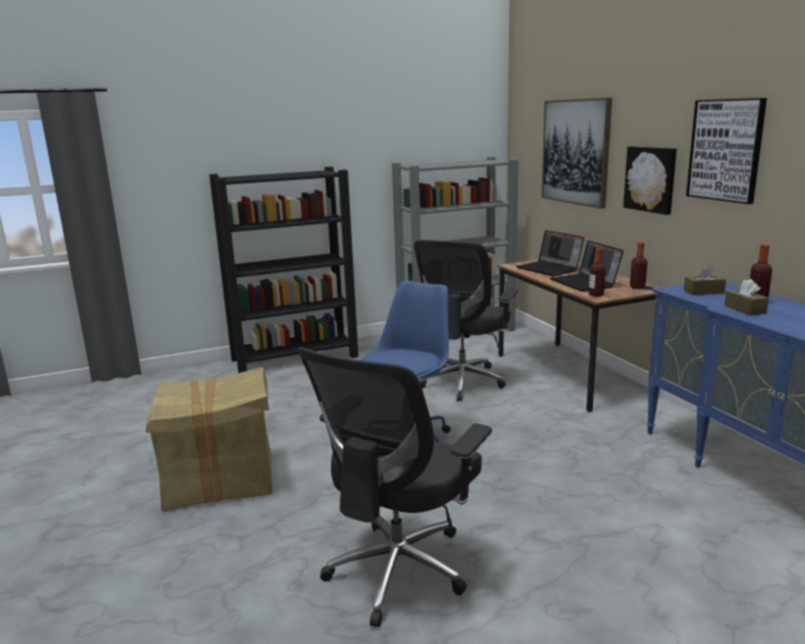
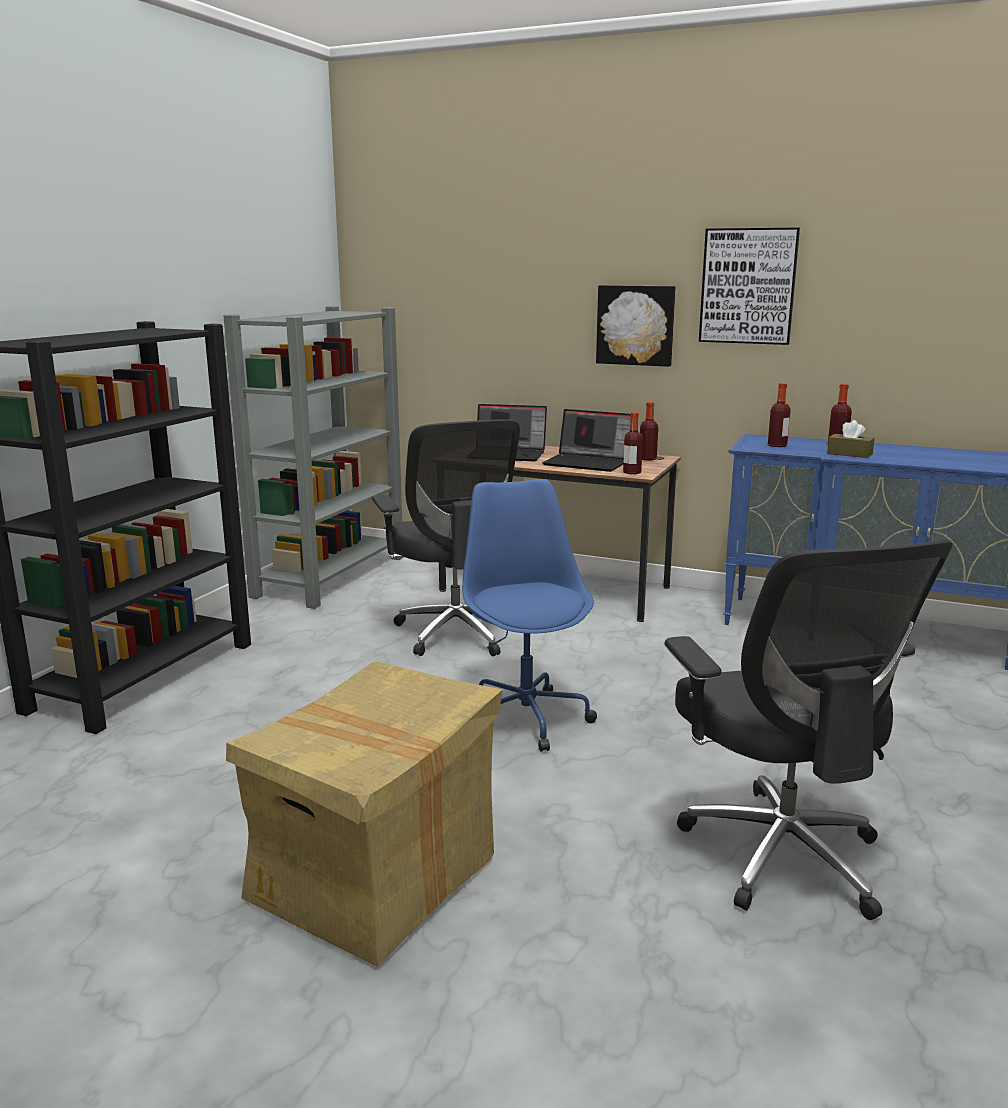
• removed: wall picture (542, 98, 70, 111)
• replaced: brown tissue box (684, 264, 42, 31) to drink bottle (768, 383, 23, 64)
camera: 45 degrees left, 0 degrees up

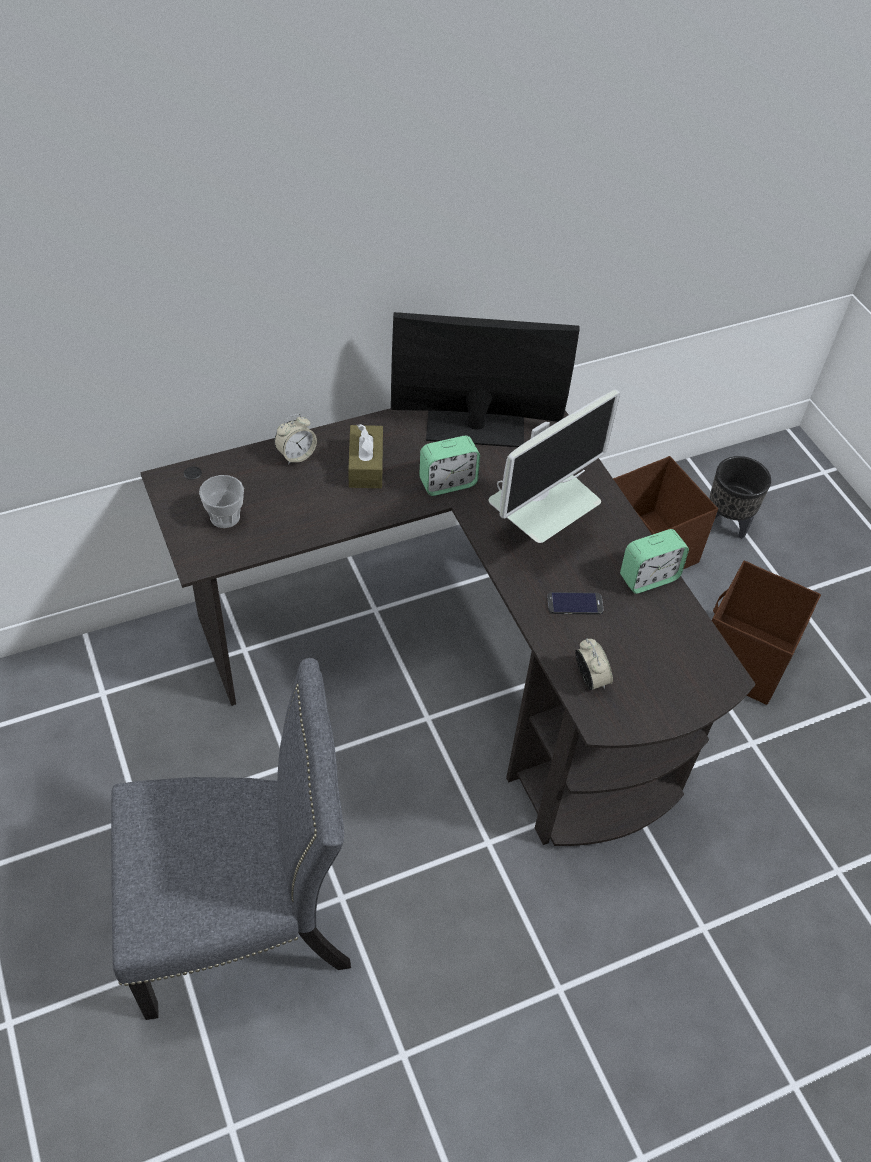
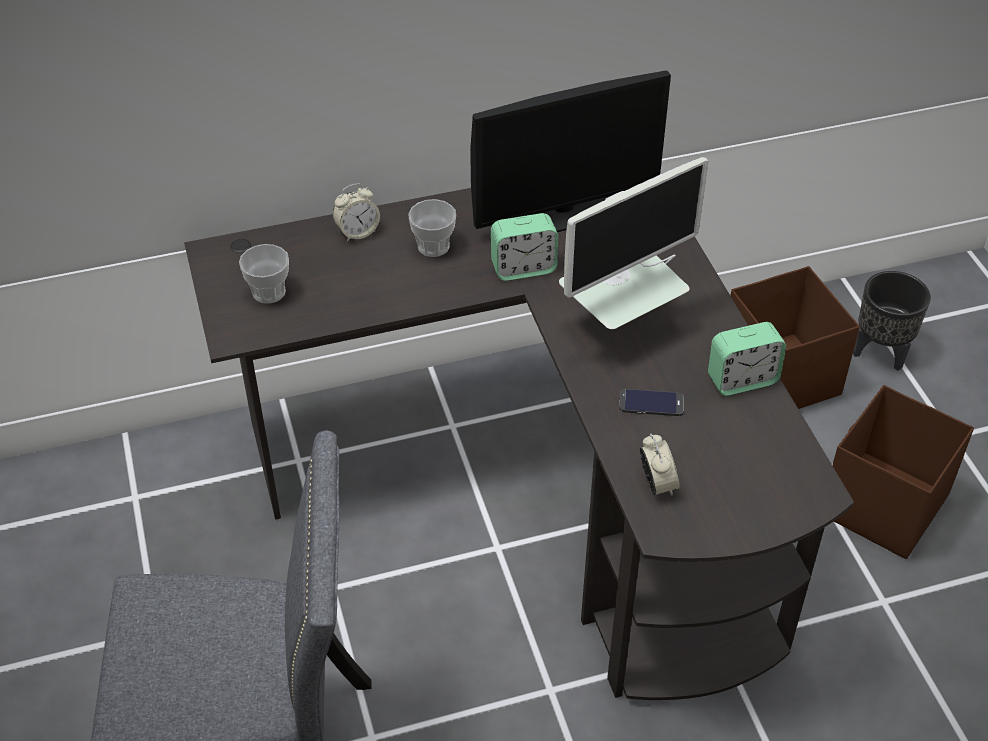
• turned: monitor (391, 312, 189, 135) = (470, 70, 201, 162) 150 degrees clockwise
• replaced: brown tissue box (349, 424, 34, 64) to cup (408, 199, 48, 58)
camera: 10 degrees right, 5 degrees down

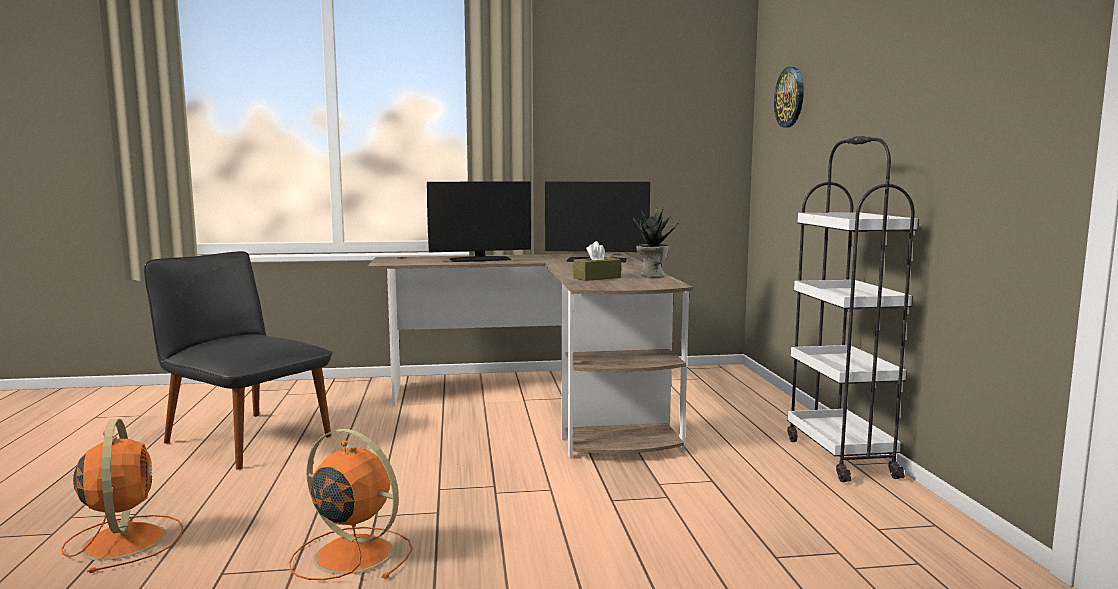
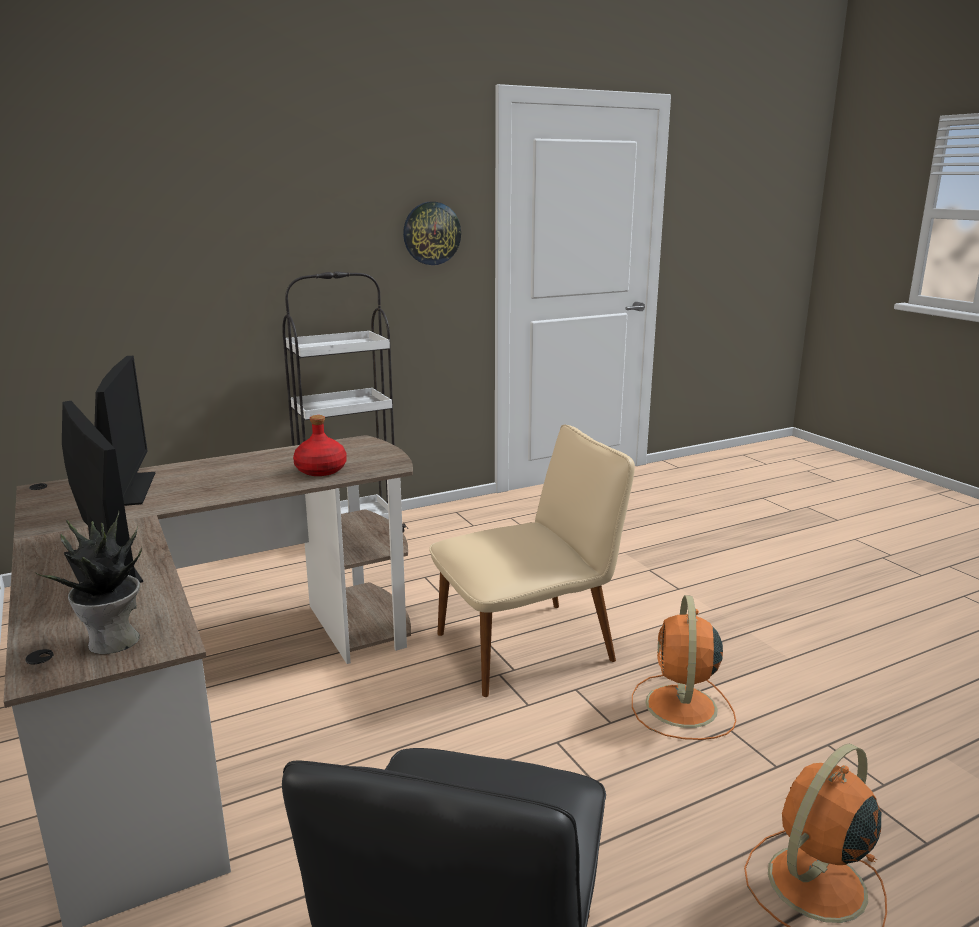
• moved: wall clock (774, 67, 30, 61) to (403, 202, 58, 63)
• moved: plant in a pot (633, 207, 46, 70) to (36, 512, 106, 142)
• replaced: brown tissue box (573, 241, 48, 40) to reddish drink bottle (293, 415, 54, 61)
• added: sand-coloured chair (429, 424, 206, 273)
camera: 110 degrees left, 10 degrees up

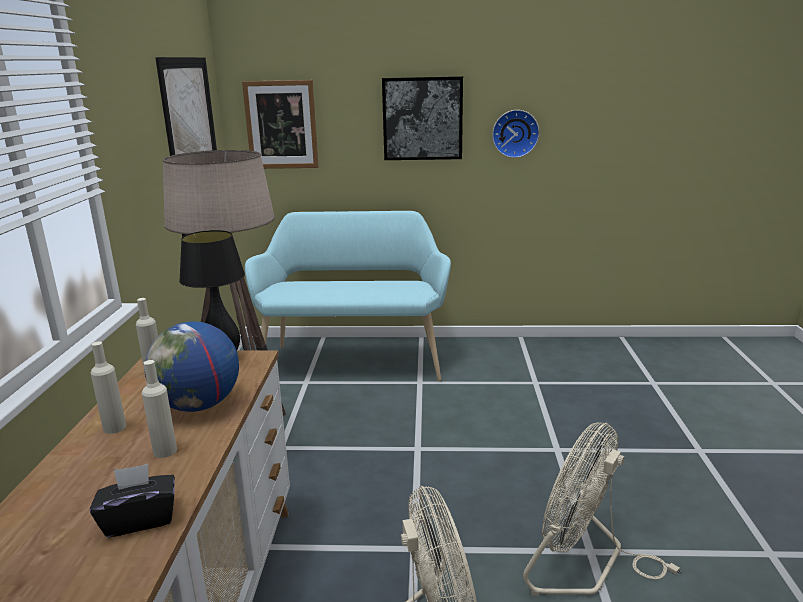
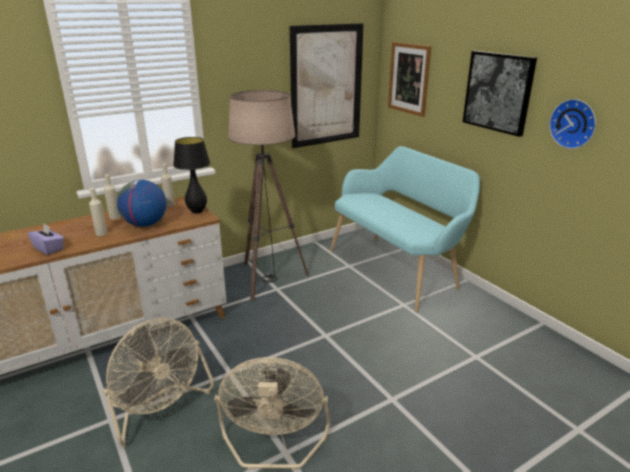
• recoloured: black-coloured tissue box (90, 464, 85, 73) to purplish tissue box (28, 224, 36, 31)
camera: 55 degrees right, 5 degrees up

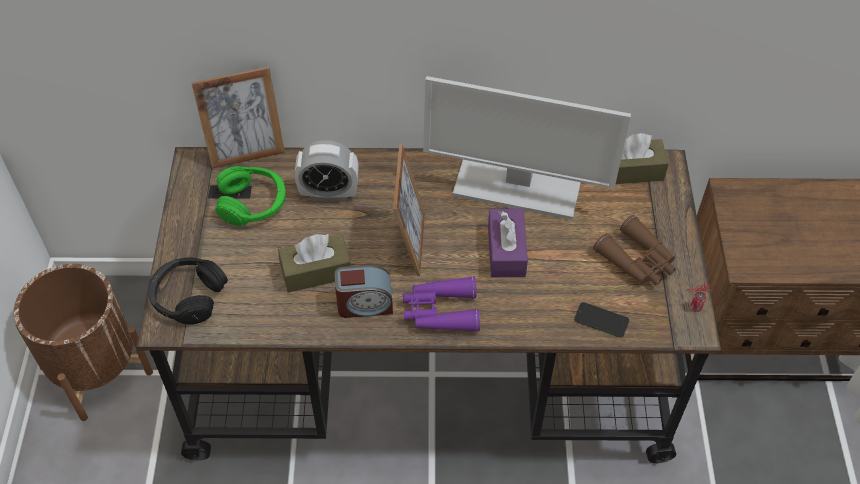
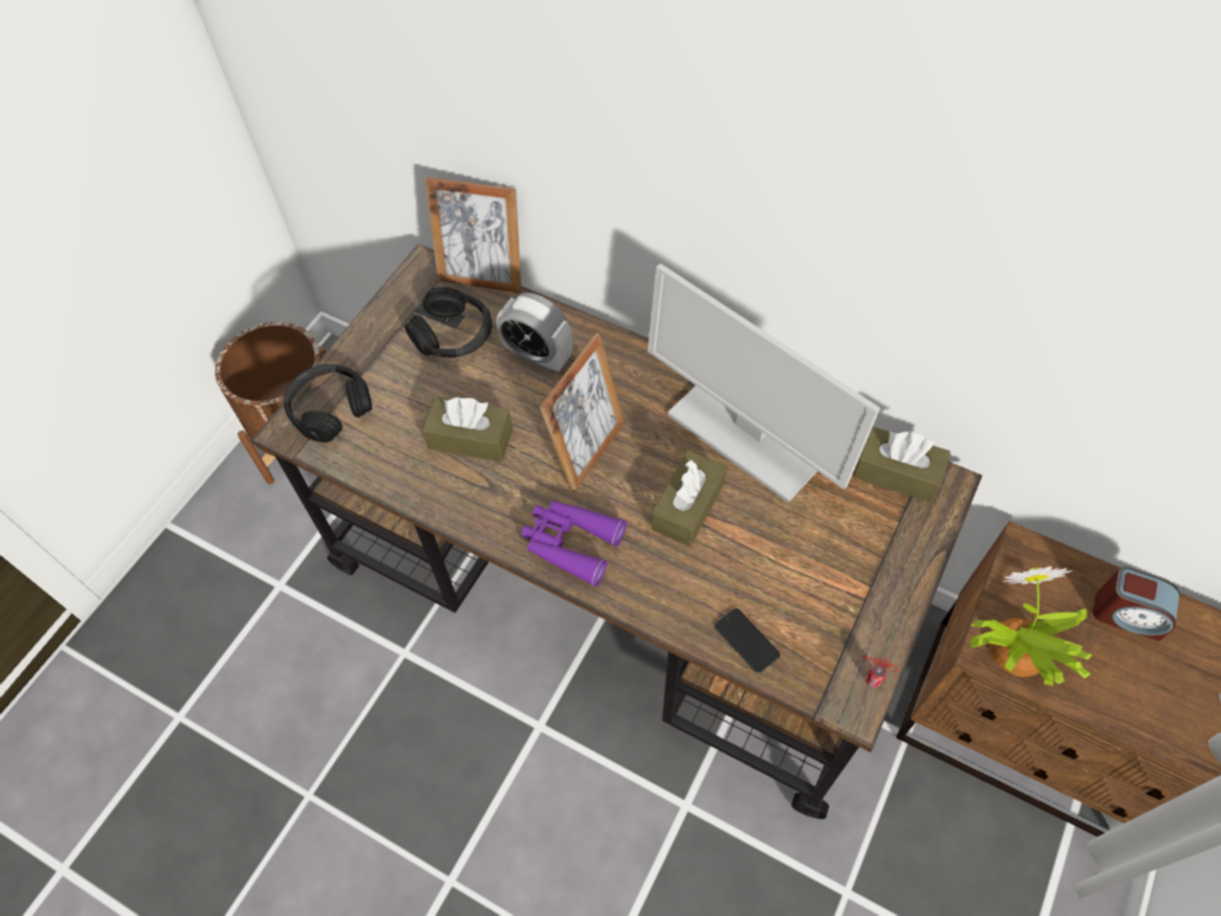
• recoloured: green-coloured headset (215, 166, 71, 60) to black-coloured headset (405, 287, 87, 71)
• recoloured: purplish tissue box (488, 209, 40, 68) to brown tissue box (651, 450, 76, 97)
• removed: brown field glasses (593, 215, 83, 70)
• moved: bedside clock (334, 265, 59, 53) to (1093, 566, 87, 75)
• added: plant in a pot (970, 566, 123, 120)
camera: 30 degrees right, 5 degrees up

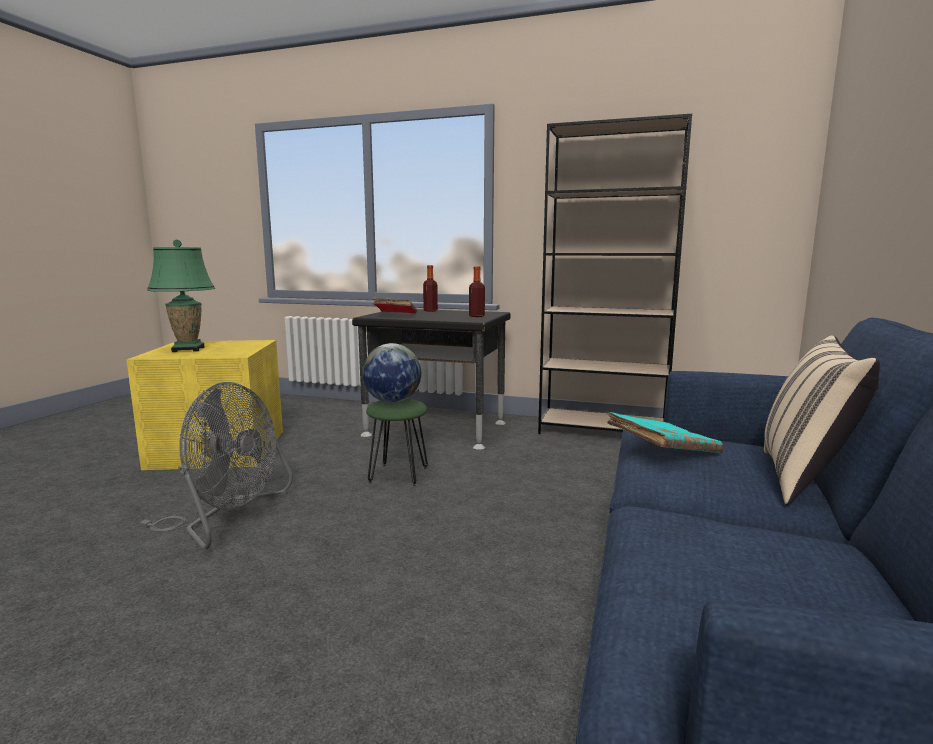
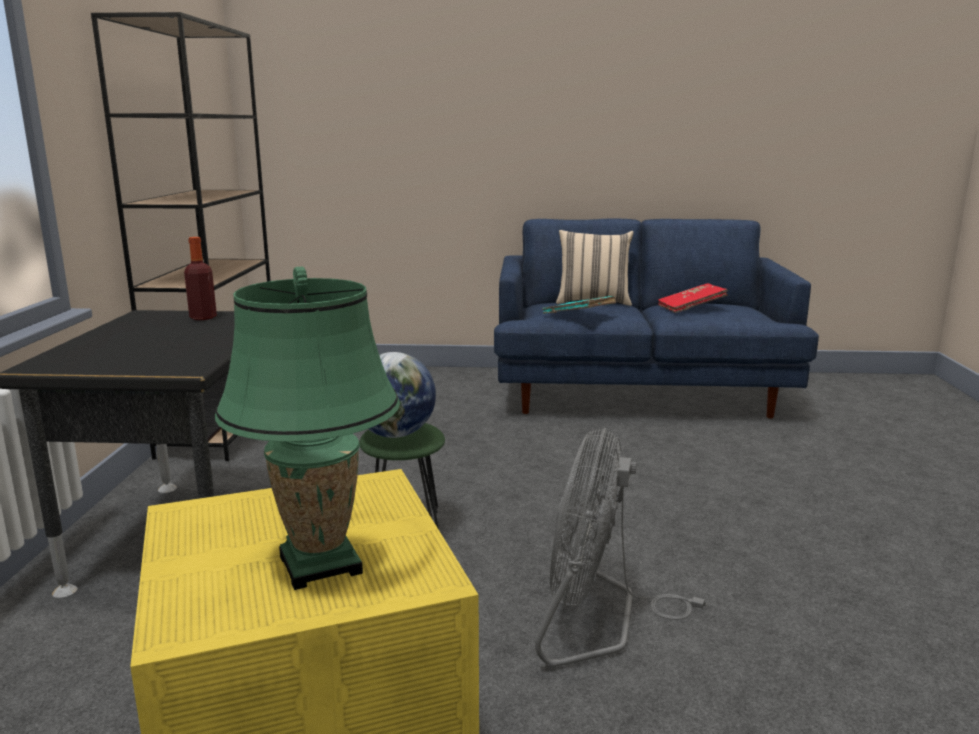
• removed: drink bottle (423, 265, 15, 47)
• moved: reddish bound book (373, 298, 44, 16) to (658, 283, 70, 30)
• turned: grey cooling fan (140, 382, 153, 172) = (535, 428, 173, 244) 75 degrees counterclockwise
camera: 105 degrees left, 5 degrees up

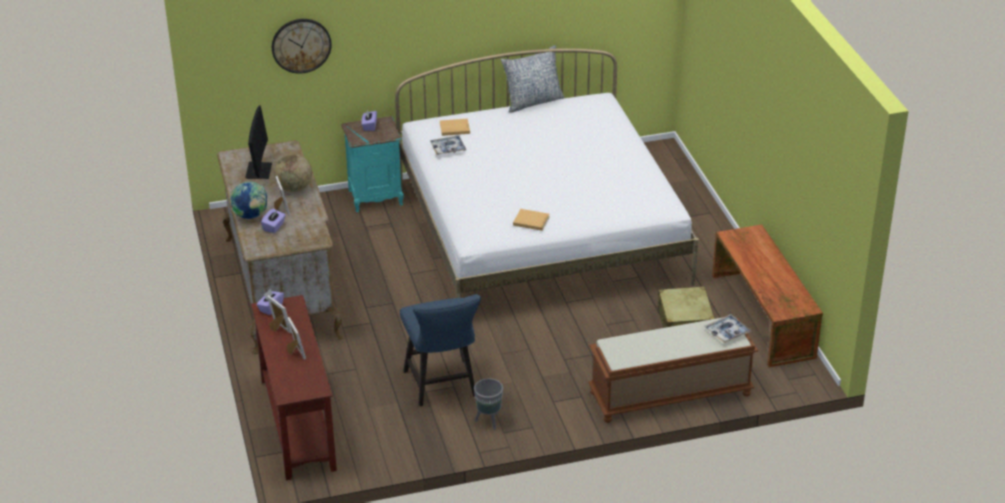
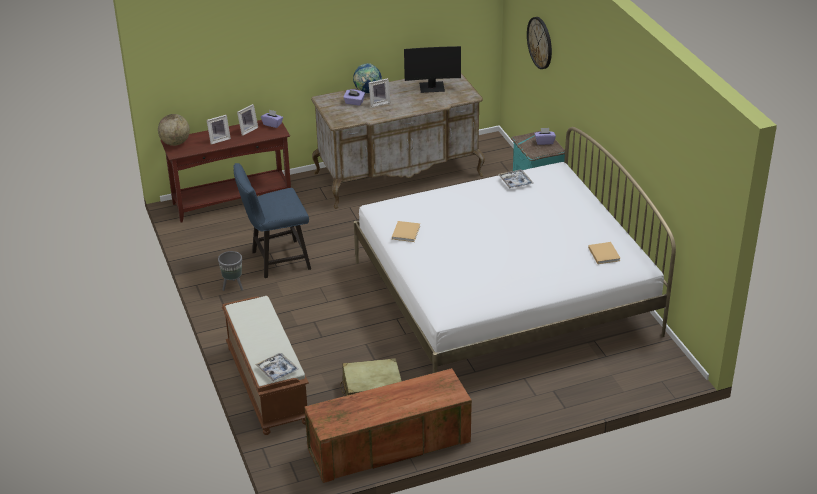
• removed: cushion (501, 45, 64, 68)
• moved: sand-coloured bound book (440, 119, 30, 17) to (588, 242, 32, 22)
• moved: world globe (274, 154, 38, 38) to (158, 114, 32, 32)
camera: 85 degrees right, 0 degrees up

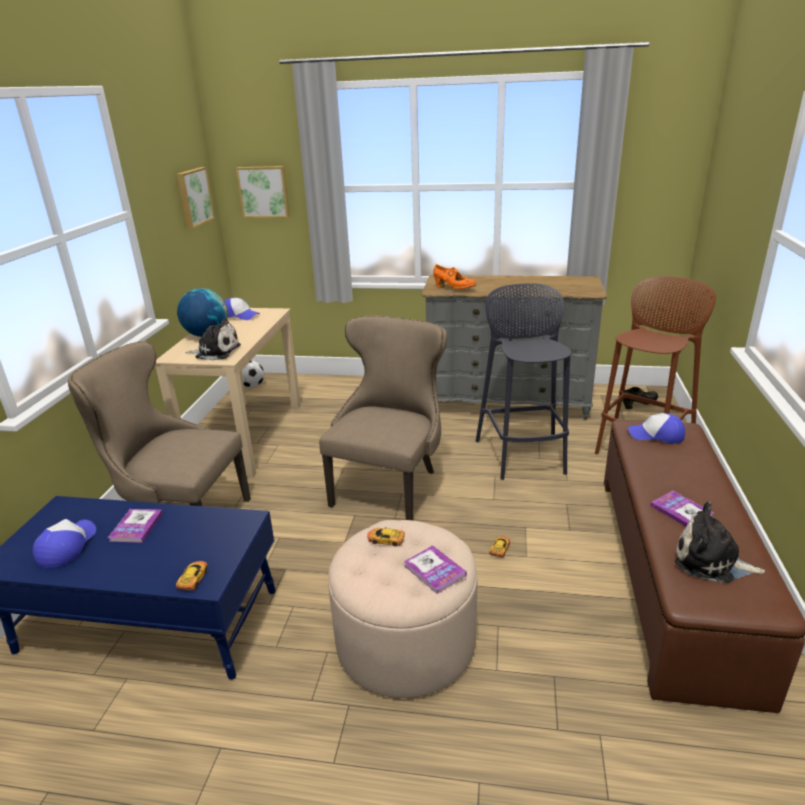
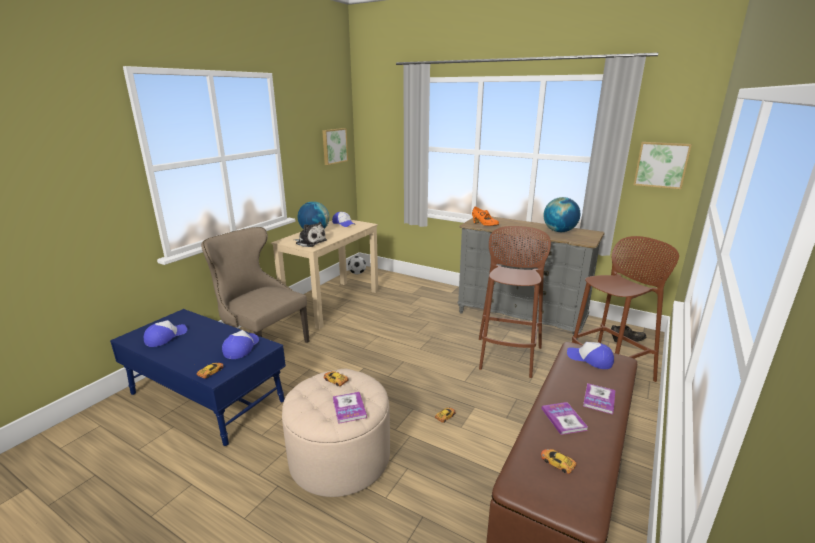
• moved: wall picture (236, 166, 54, 52) to (634, 142, 58, 47)
• recoloured: grey stool seat (476, 283, 96, 197) to brown stool seat (479, 226, 72, 152)
• removed: sand-coloured chair (319, 316, 128, 204)
• replaced: plush toy (675, 502, 90, 81) to miniature car (541, 449, 36, 25)
• moved: bound book (108, 509, 55, 34) to (583, 383, 32, 32)
• added: world globe (543, 197, 37, 35)
• added: cap (222, 330, 37, 29)
camera: 20 degrees right, 5 degrees down

